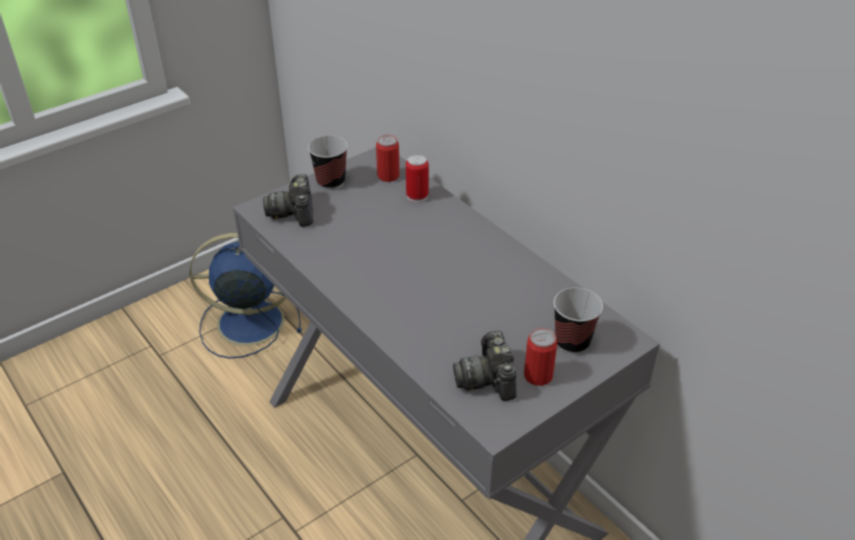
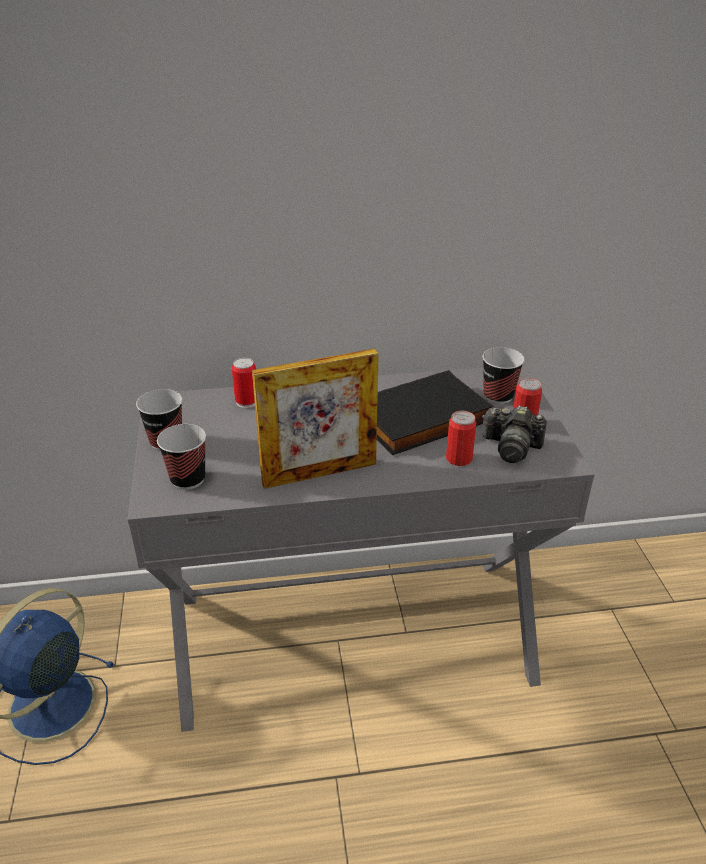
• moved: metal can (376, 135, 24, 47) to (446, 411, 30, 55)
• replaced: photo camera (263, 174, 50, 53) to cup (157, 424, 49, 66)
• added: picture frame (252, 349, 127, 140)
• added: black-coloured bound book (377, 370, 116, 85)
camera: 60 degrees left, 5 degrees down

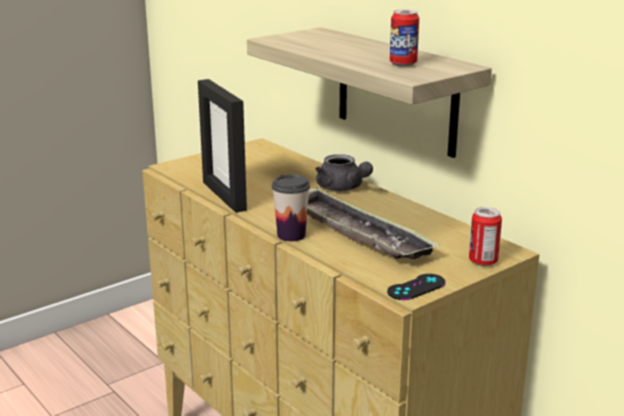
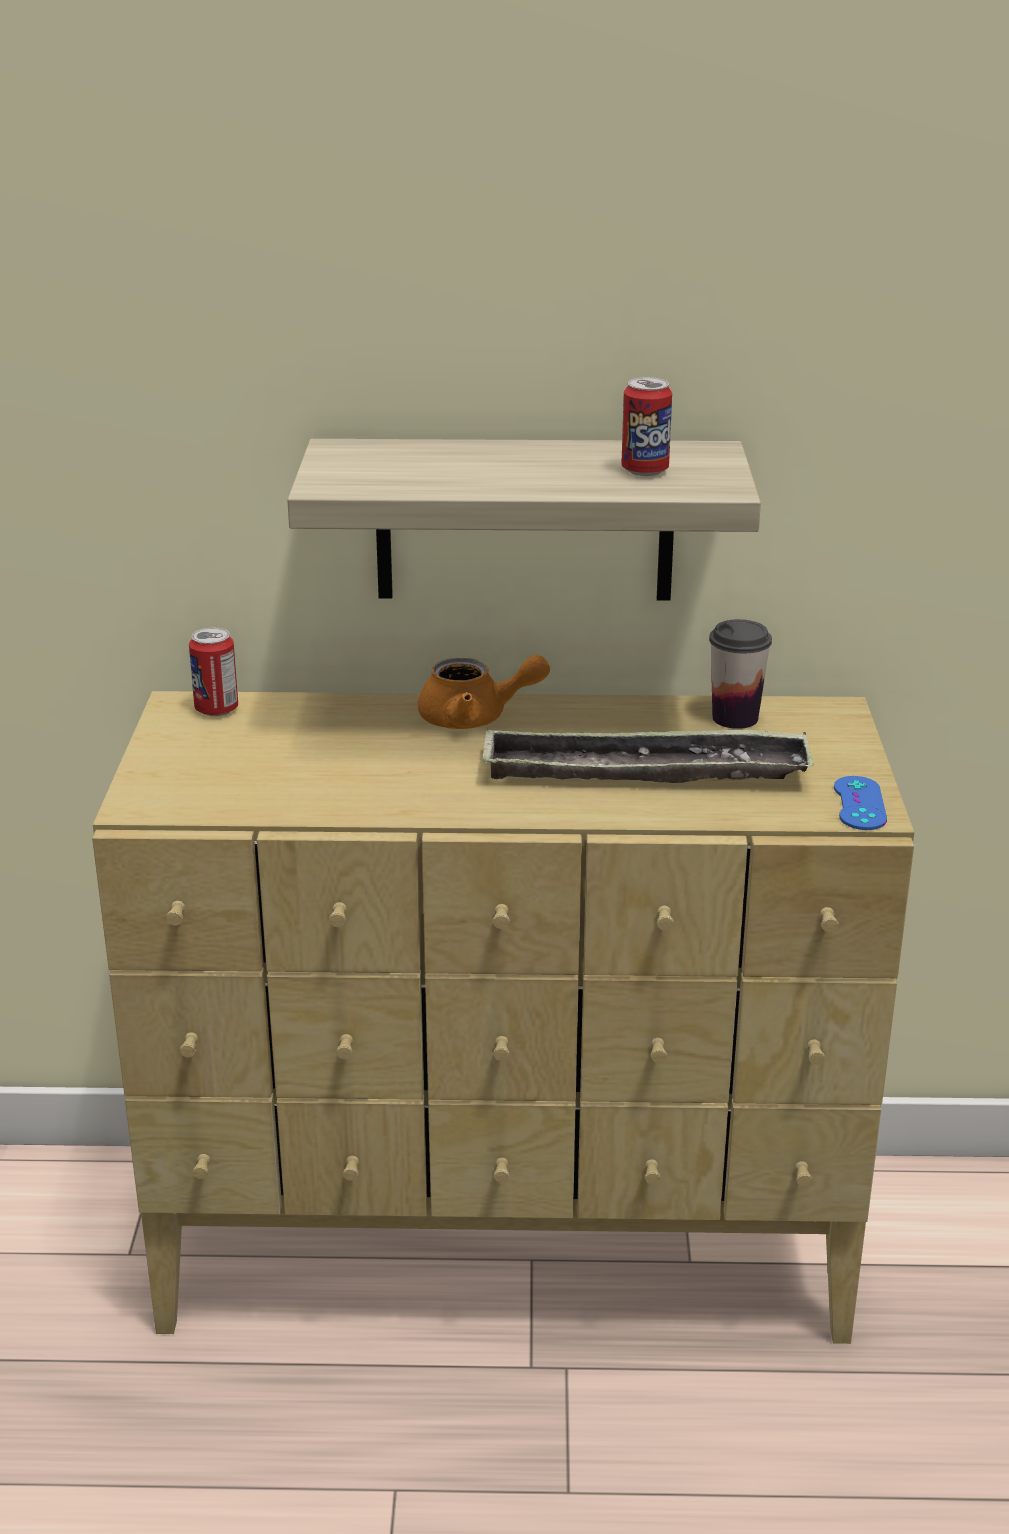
• removed: picture frame (198, 79, 49, 134)
• recoloured: grey teapot (316, 154, 57, 37) to orange-coloured teapot (418, 655, 132, 74)
• moved: cup (272, 174, 38, 67) to (709, 619, 63, 110)
• moved: metal can (469, 207, 33, 59) to (189, 628, 49, 88)
• recoloured: black-coloured game controller (387, 274, 59, 26) to blue-coloured game controller (834, 776, 53, 54)
camera: 50 degrees left, 5 degrees up

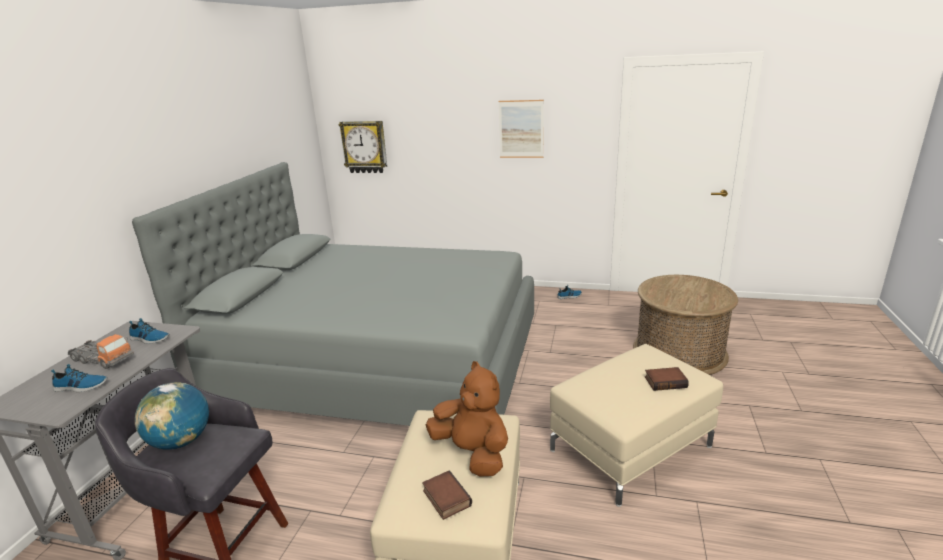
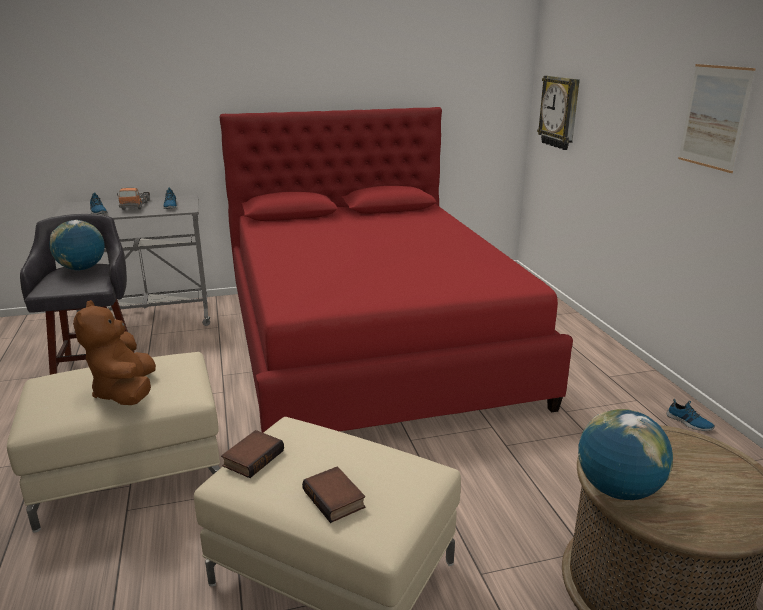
• recoloured: grey bed (132, 162, 402, 264) to reddish bed (220, 107, 353, 326)
• turned: brown plush toy (426, 361, 82, 116) = (73, 300, 83, 105) 150 degrees clockwise
• moved: bound book (422, 470, 50, 50) to (221, 430, 63, 48)
• added: world globe (578, 409, 95, 91)
camera: 60 degrees right, 0 degrees up

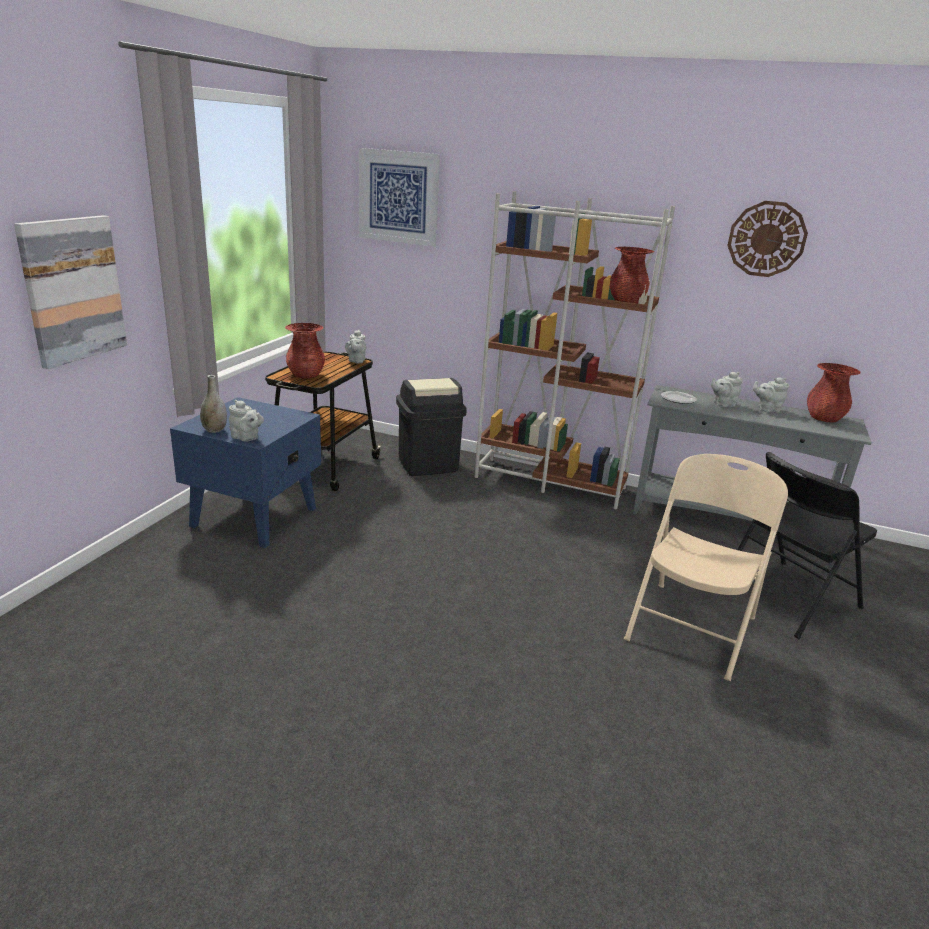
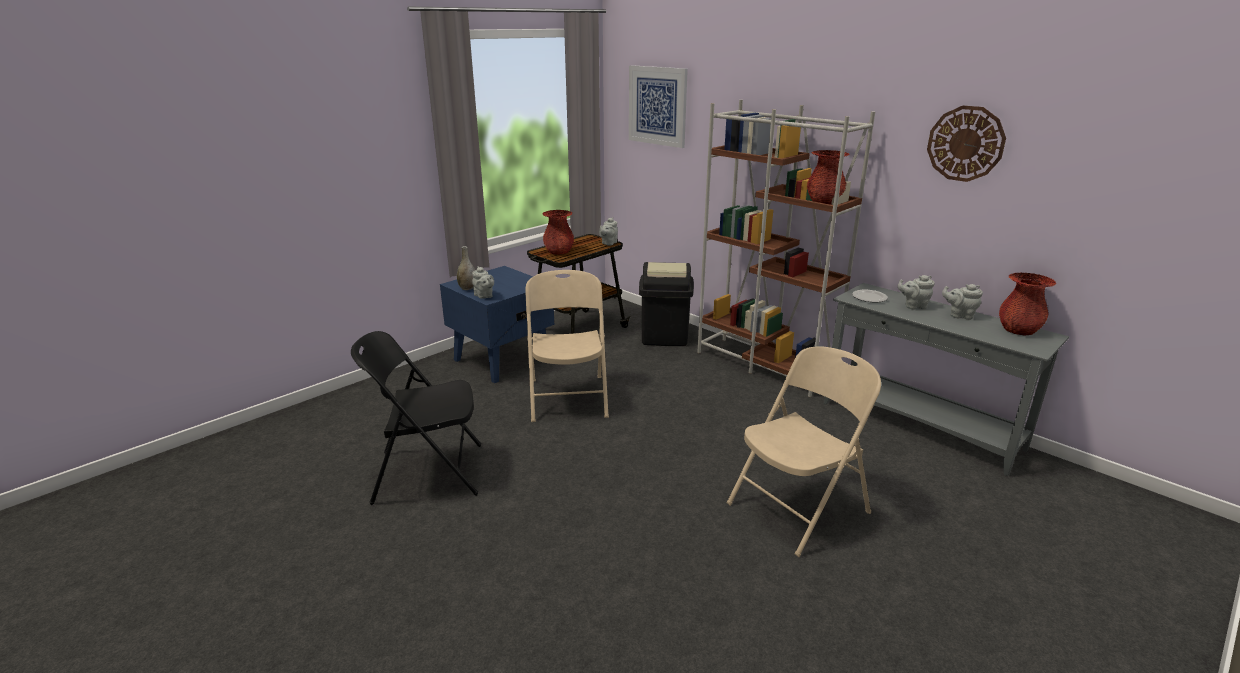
• removed: wall picture (14, 215, 113, 154)
• moved: black-coloured chair (737, 452, 140, 187) to (351, 331, 130, 174)
• added: sand-coloured chair (525, 270, 84, 152)
camera: 25 degrees right, 0 degrees up

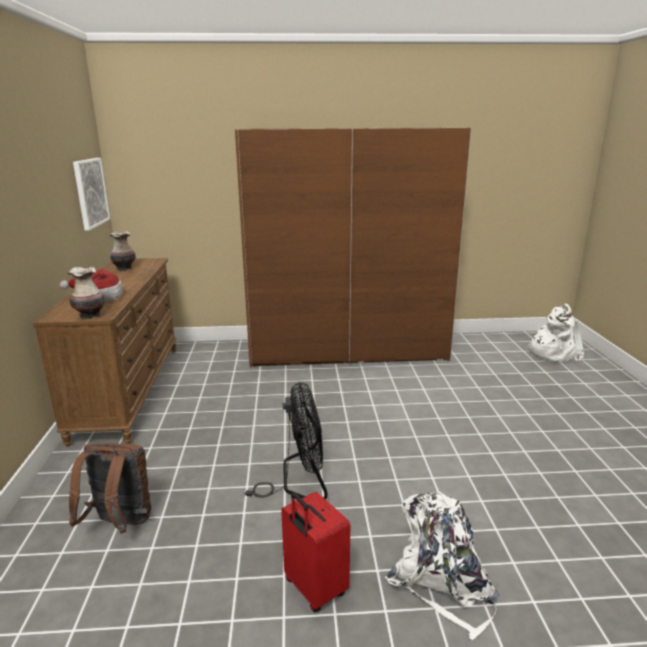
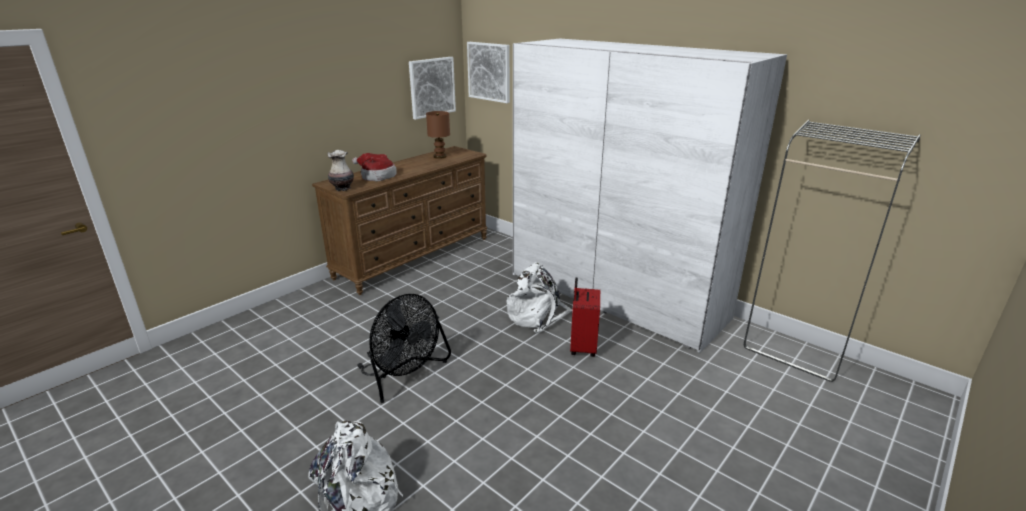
• recoloured: brown wardrobe (235, 127, 236, 240) to white wardrobe (513, 38, 274, 315)
• replaced: vase (110, 231, 26, 40) to brown tabletop lamp (426, 111, 24, 48)
• moved: white rucksack (528, 304, 56, 59) to (506, 262, 66, 71)
• removed: brown rucksack (69, 443, 83, 90)
• moved: reddish travel case (281, 492, 69, 120) to (570, 278, 30, 79)
• added: wall picture (467, 42, 43, 61)
• added: grey garment stand (744, 120, 177, 262)
camera: 45 degrees right, 5 degrees up

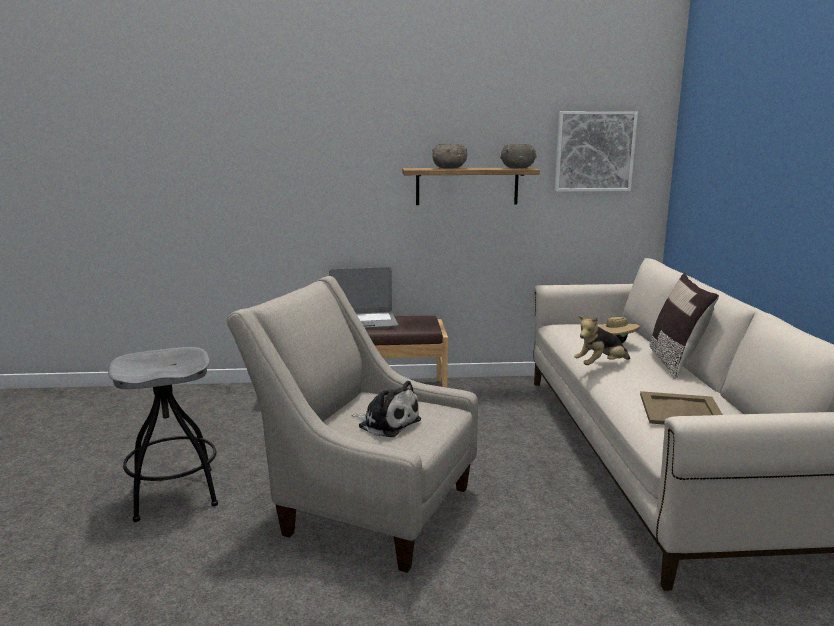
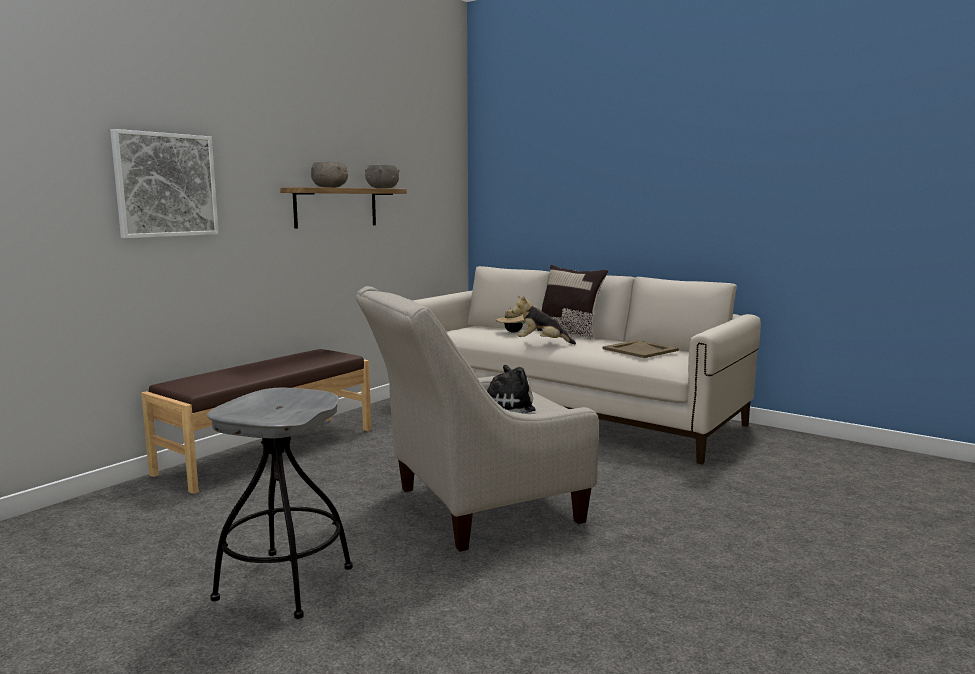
• moved: wall picture (555, 111, 83, 81) to (110, 129, 109, 109)
• removed: notebook computer (329, 267, 69, 61)
• turned: plush toy (574, 316, 56, 49) = (512, 296, 64, 48) 90 degrees clockwise
camera: 50 degrees left, 5 degrees down

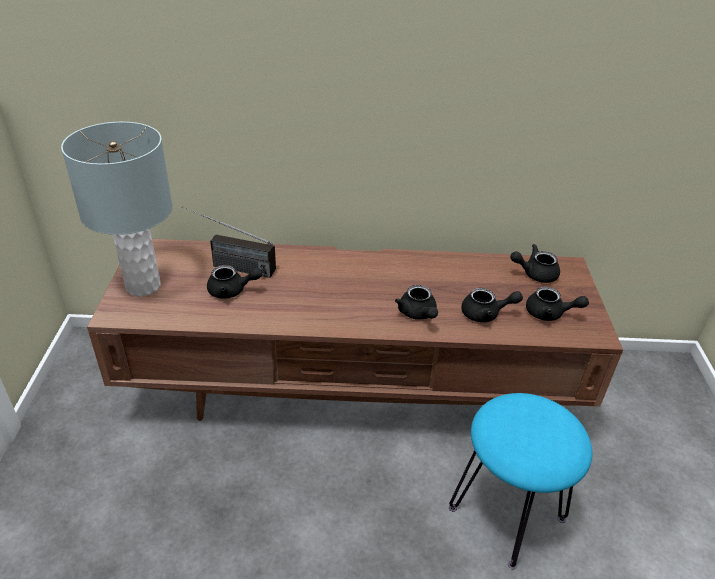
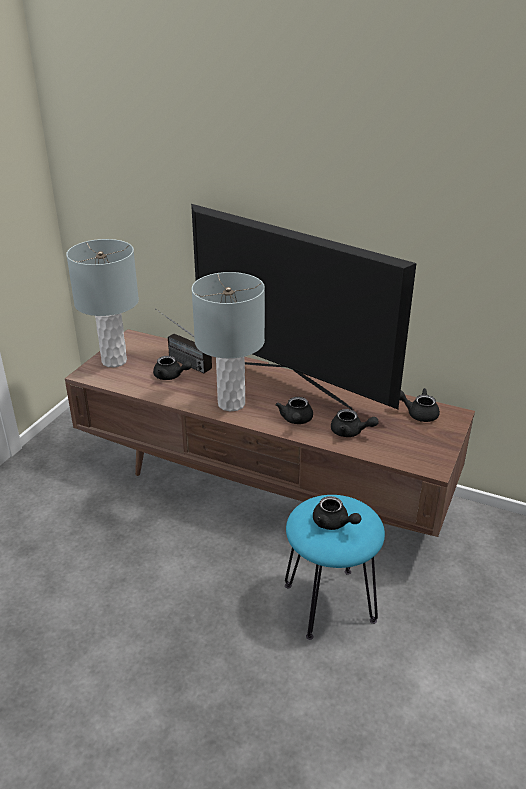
• moved: black-coloured teapot (526, 287, 63, 34) to (313, 496, 49, 34)
• added: television (191, 204, 225, 206)
• added: grey tabletop lamp (192, 272, 73, 140)
camera: 25 degrees right, 5 degrees down

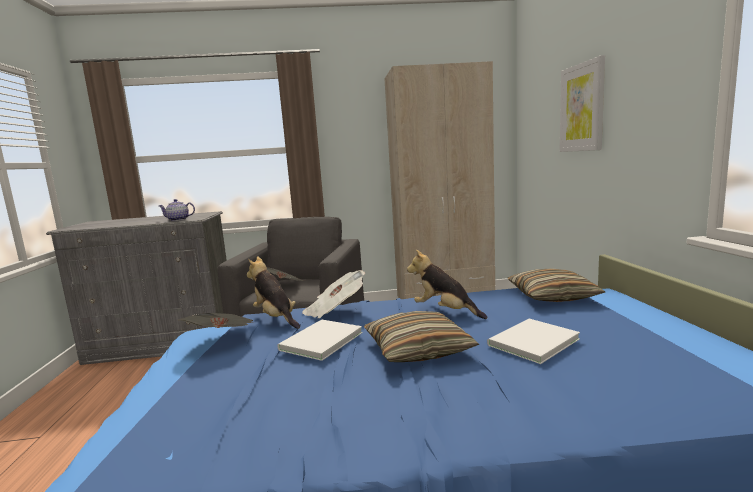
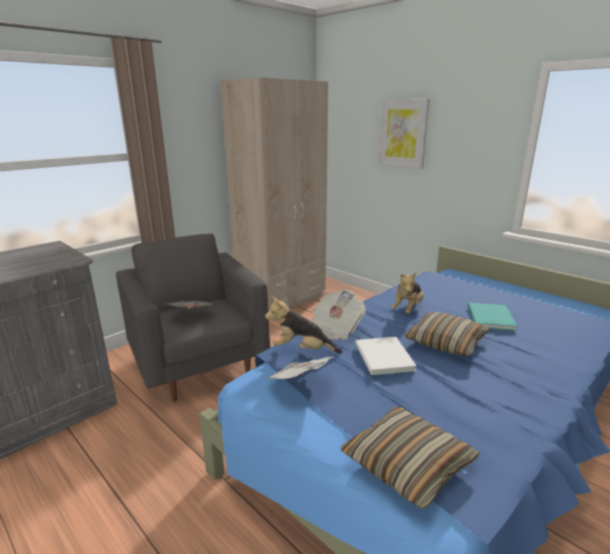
• removed: teapot (159, 199, 36, 22)
• turned: plush toy (407, 250, 81, 69) = (391, 272, 33, 42) 60 degrees counterclockwise
• moved: cushion (507, 268, 98, 34) to (340, 407, 140, 102)
• recoloured: white bound book (487, 319, 93, 45) to turquoise bound book (468, 303, 49, 28)
camera: 40 degrees left, 10 degrees up

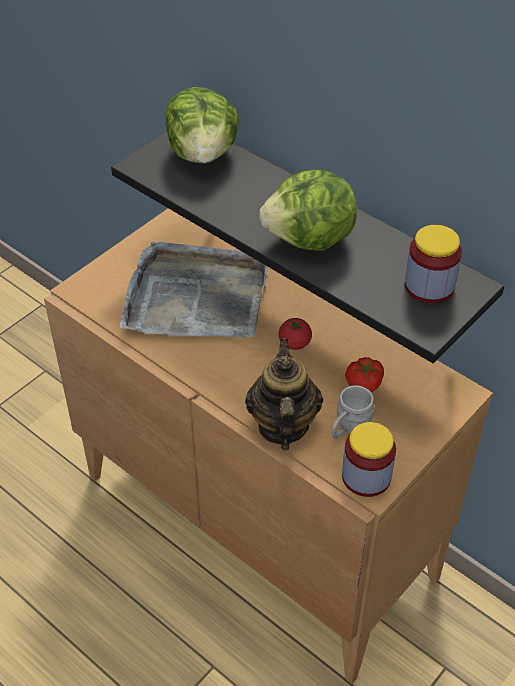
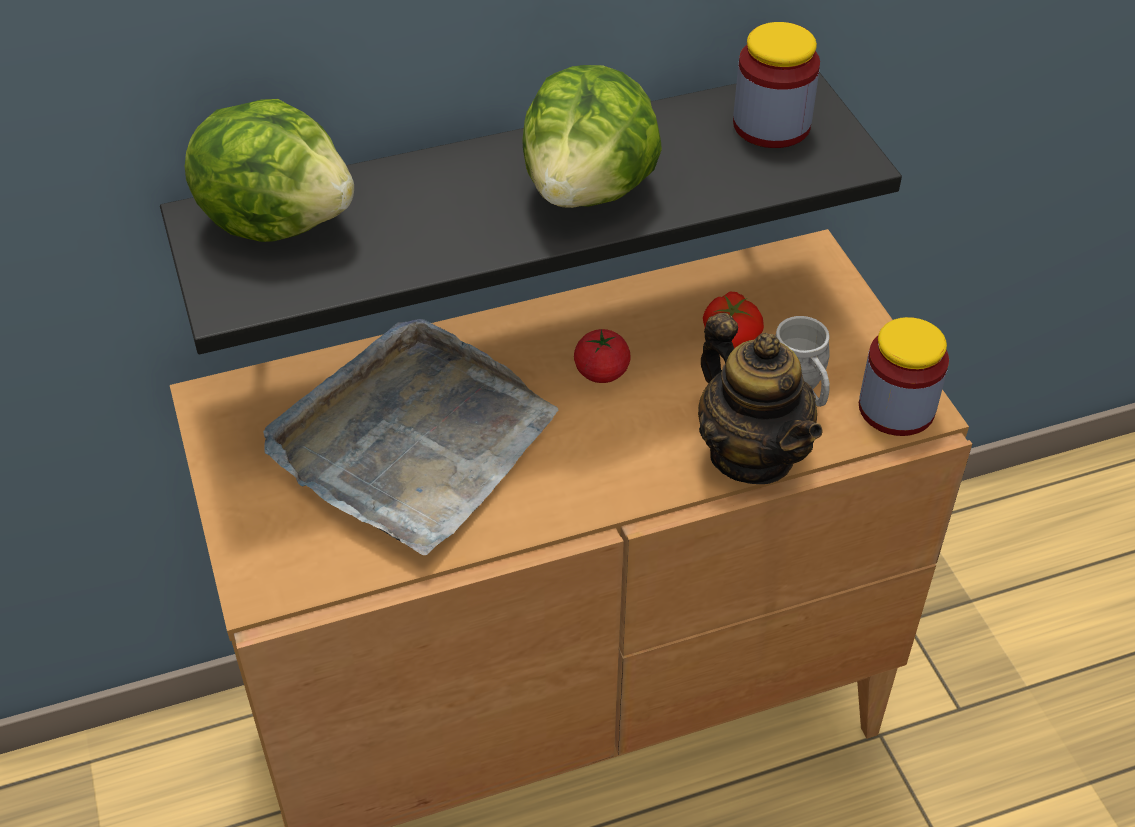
• turned: teapot (245, 338, 78, 112) = (698, 313, 125, 171) 150 degrees counterclockwise
camera: 60 degrees left, 0 degrees up

